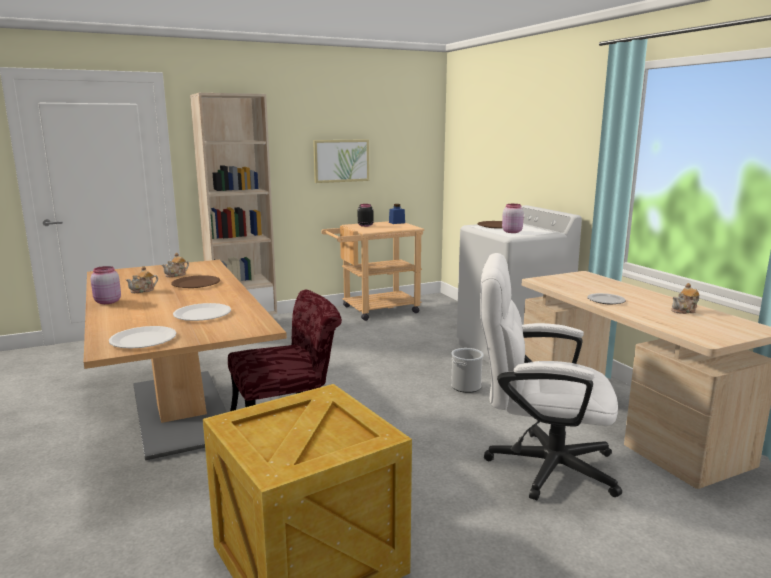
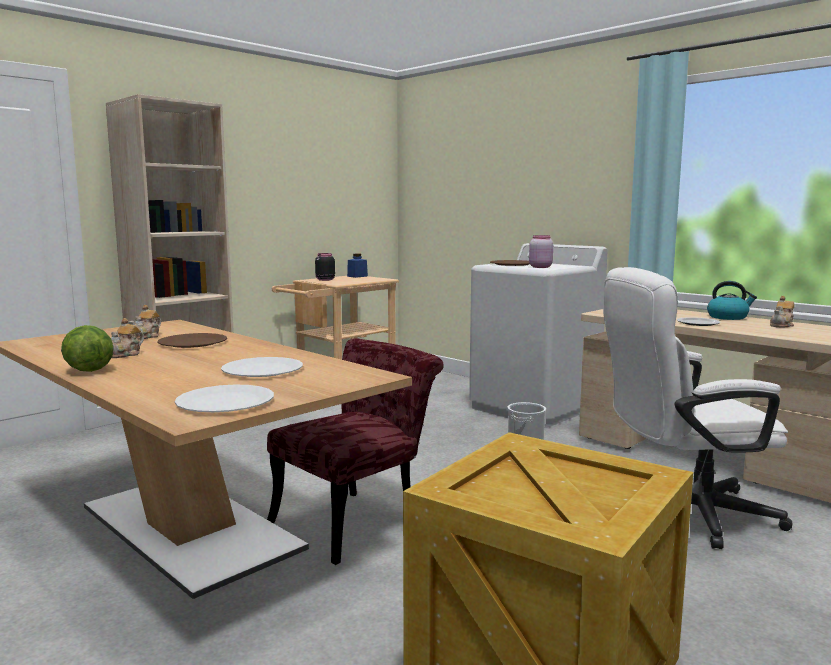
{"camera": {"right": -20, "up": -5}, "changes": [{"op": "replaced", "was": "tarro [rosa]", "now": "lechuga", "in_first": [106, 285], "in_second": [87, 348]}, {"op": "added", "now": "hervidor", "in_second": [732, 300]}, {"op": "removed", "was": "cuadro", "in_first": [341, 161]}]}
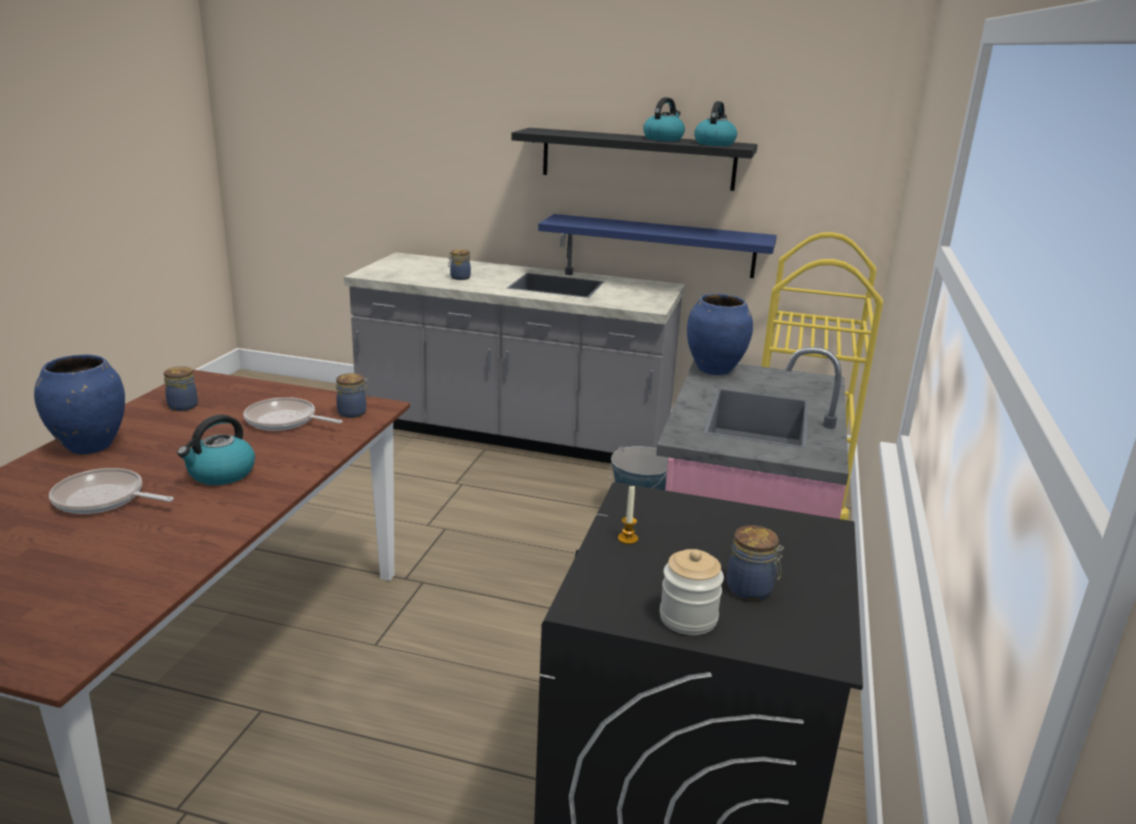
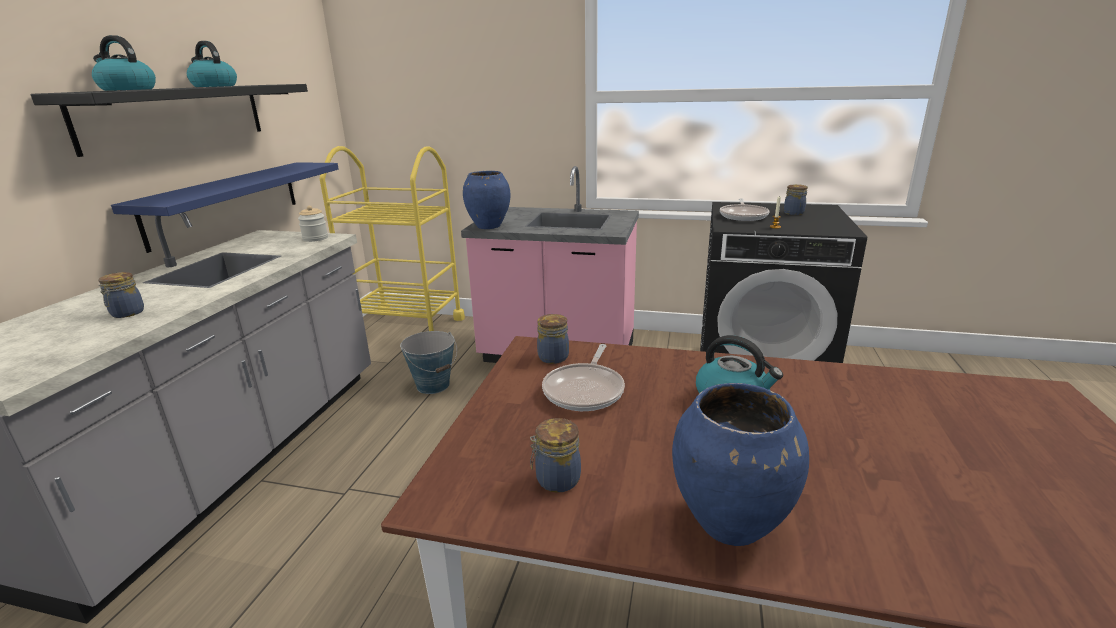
{"camera": {"right": -90, "up": 0}, "changes": [{"op": "moved", "was": "hervidor", "in_first": [715, 123], "in_second": [124, 63]}, {"op": "moved", "was": "tarro", "in_first": [692, 592], "in_second": [313, 224]}, {"op": "moved", "was": "sartén", "in_first": [111, 491], "in_second": [744, 209]}]}
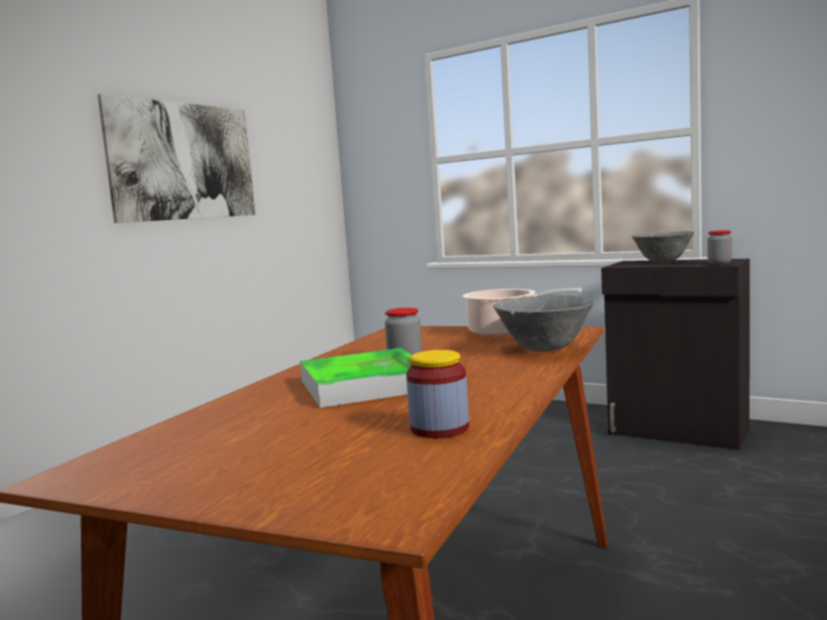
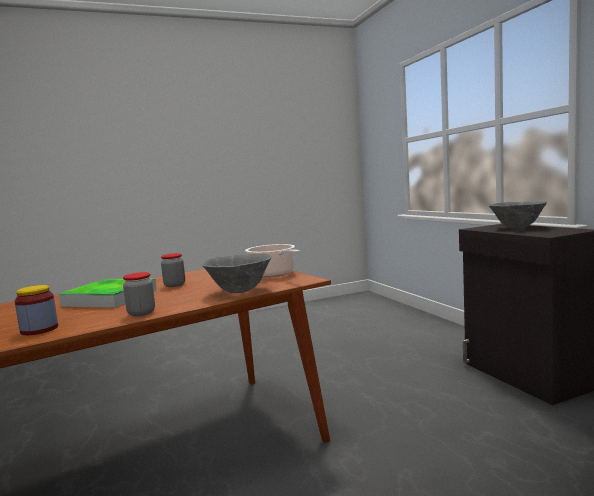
{"camera": {"right": 35, "up": 0}, "changes": [{"op": "moved", "was": "tarro", "in_first": [719, 247], "in_second": [139, 294]}, {"op": "removed", "was": "cuadro", "in_first": [176, 158]}]}
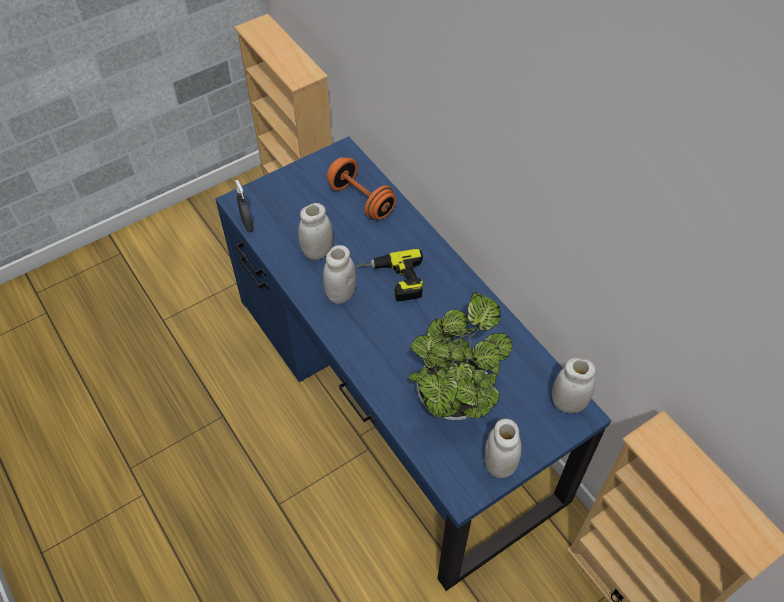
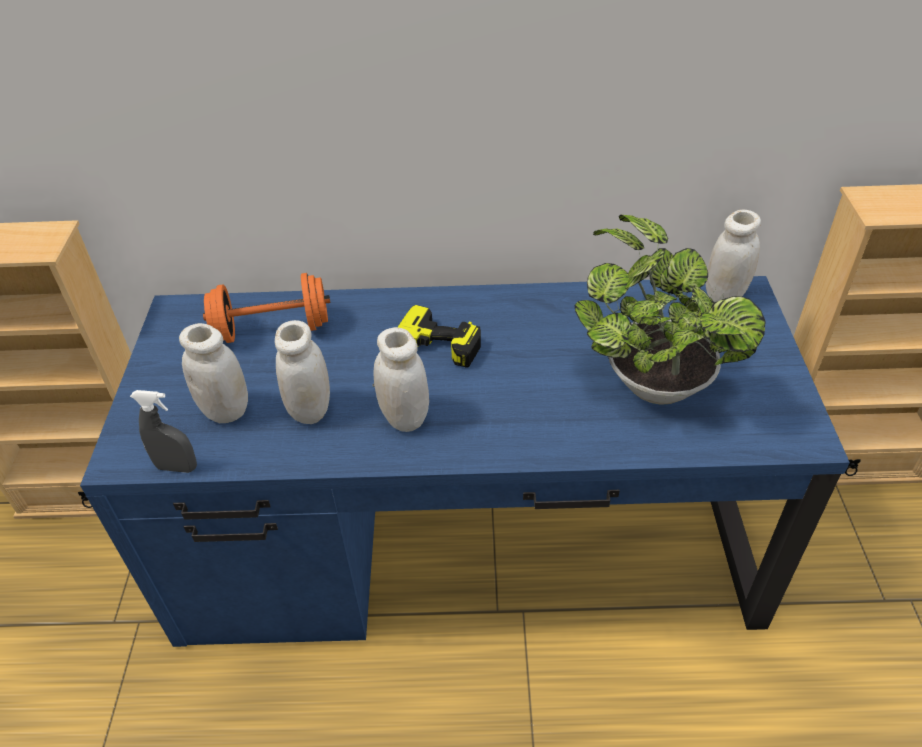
{"camera": {"right": -55, "up": -10}, "changes": [{"op": "moved", "was": "tarro [blanco]", "in_first": [503, 448], "in_second": [213, 373]}]}
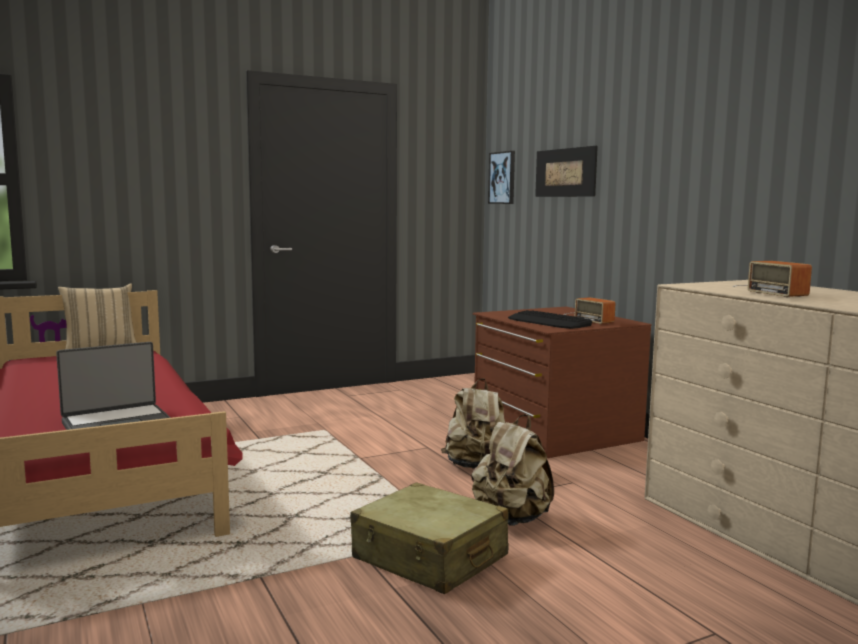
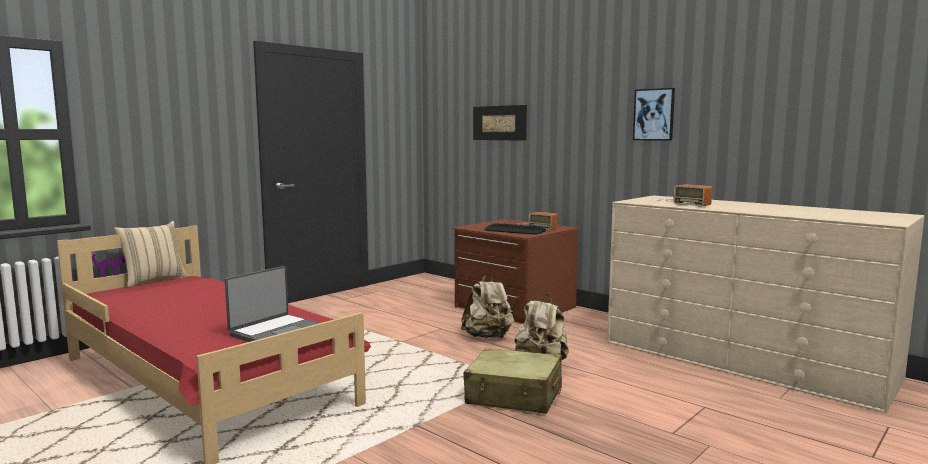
{"camera": {"right": -20, "up": 0}, "changes": [{"op": "moved", "was": "cuadro", "in_first": [501, 177], "in_second": [654, 114]}]}
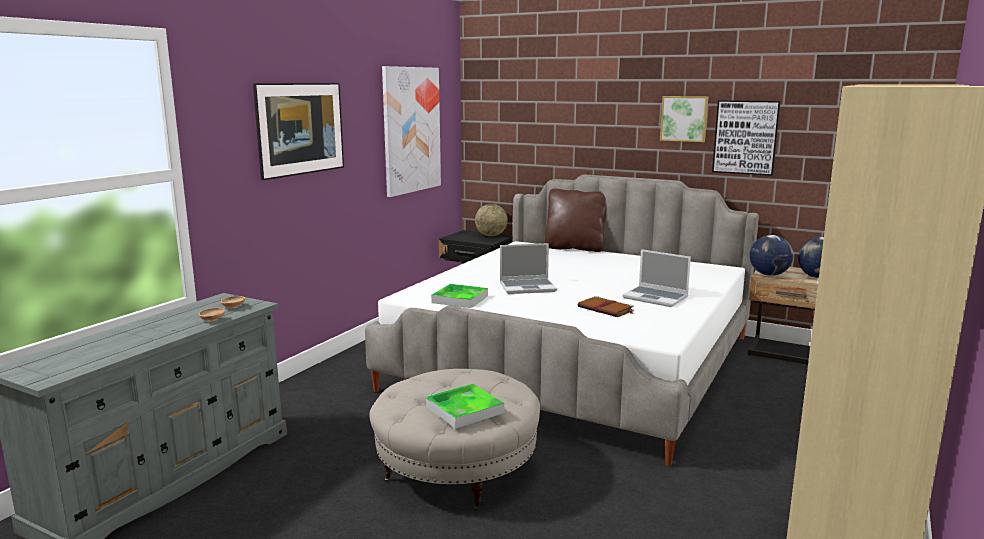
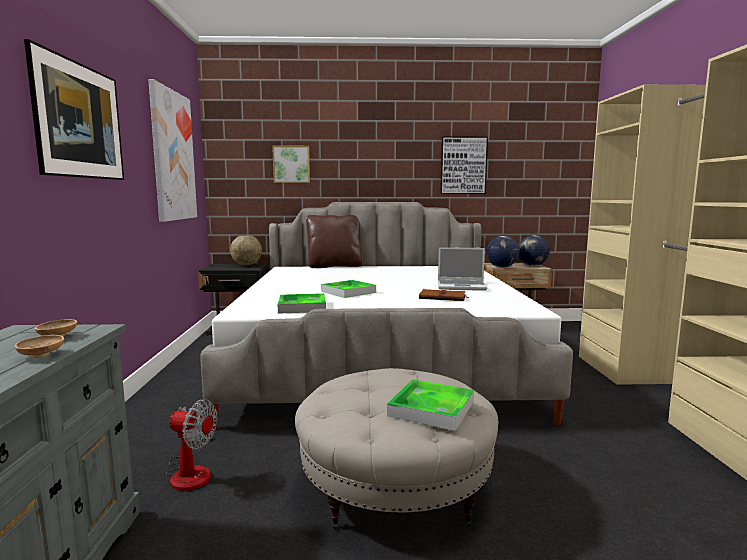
{"camera": {"right": -30, "up": -5}, "changes": [{"op": "added", "now": "ventilador", "in_second": [191, 445]}, {"op": "moved", "was": "cuadro", "in_first": [684, 119], "in_second": [291, 164]}, {"op": "replaced", "was": "portátil", "now": "bandeja", "in_first": [528, 268], "in_second": [348, 289]}]}
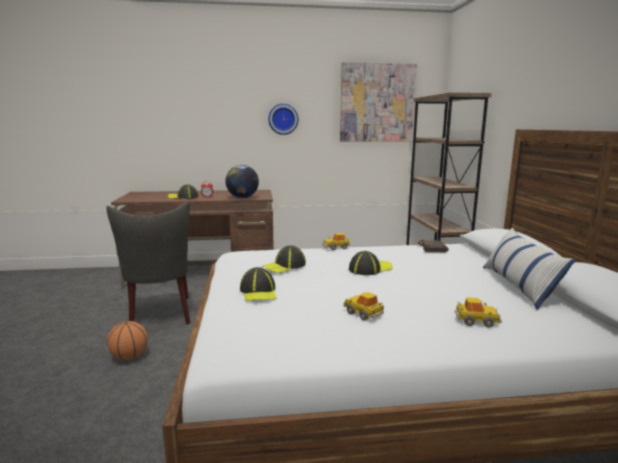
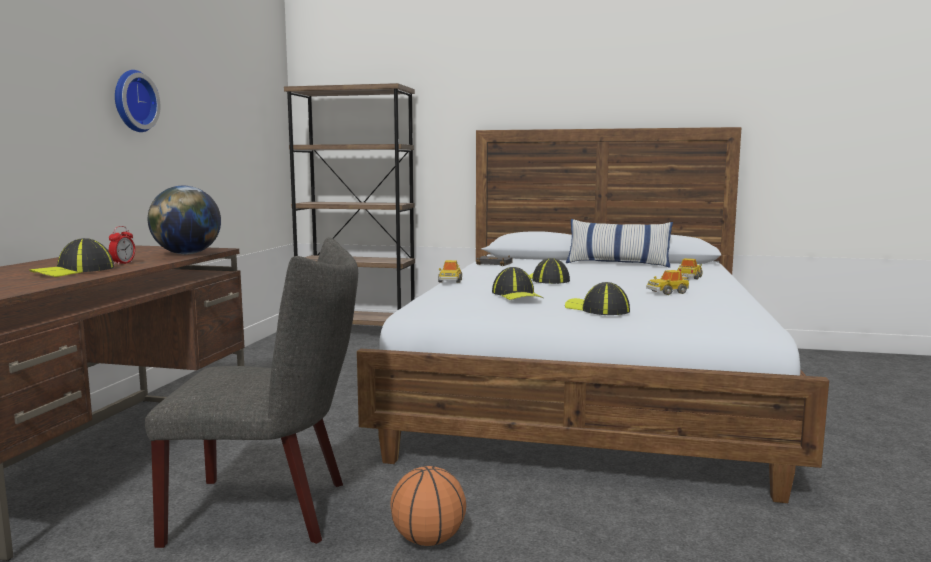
{"camera": {"right": -70, "up": -5}, "changes": [{"op": "turned", "was": "gorra", "in_first": [258, 284], "in_second": [597, 298], "clockwise": -135}, {"op": "removed", "was": "cuadro", "in_first": [378, 102]}]}
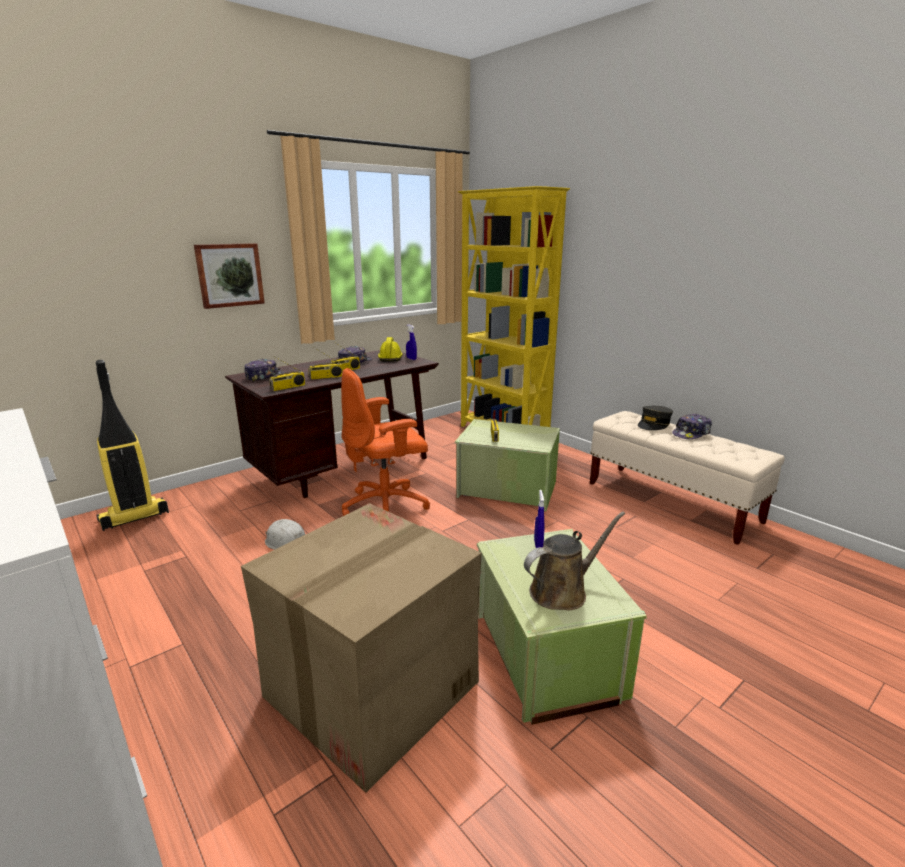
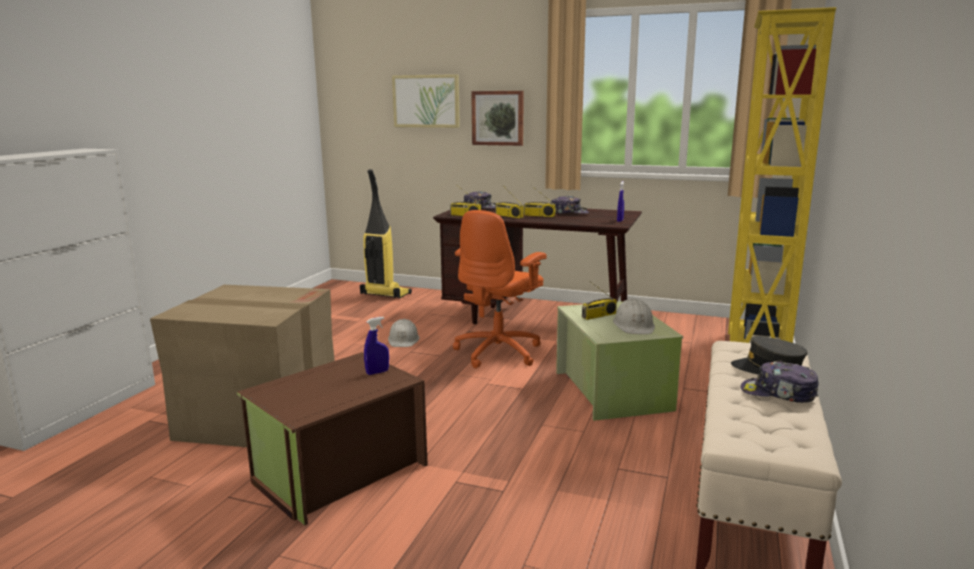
{"camera": {"right": 60, "up": -5}, "changes": [{"op": "recoloured", "was": "caja de almacenaje [verde]", "now": "caja de almacenaje [marrón]", "in_first": [562, 627], "in_second": [332, 438]}, {"op": "added", "now": "cuadro", "in_second": [426, 101]}, {"op": "turned", "was": "silla de oficina [naranja]", "in_first": [385, 442], "in_second": [500, 289], "clockwise": -90}, {"op": "added", "now": "casco [blanco]", "in_second": [634, 316]}, {"op": "removed", "was": "casco [amarillo]", "in_first": [390, 349]}, {"op": "removed", "was": "regadera [marrón]", "in_first": [574, 561]}]}
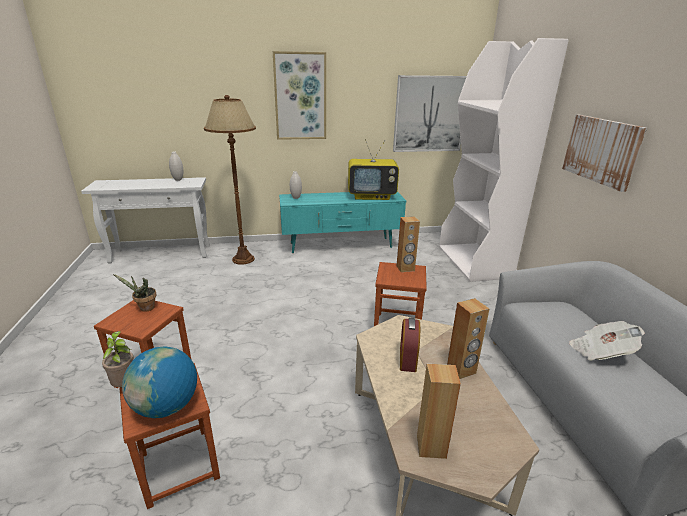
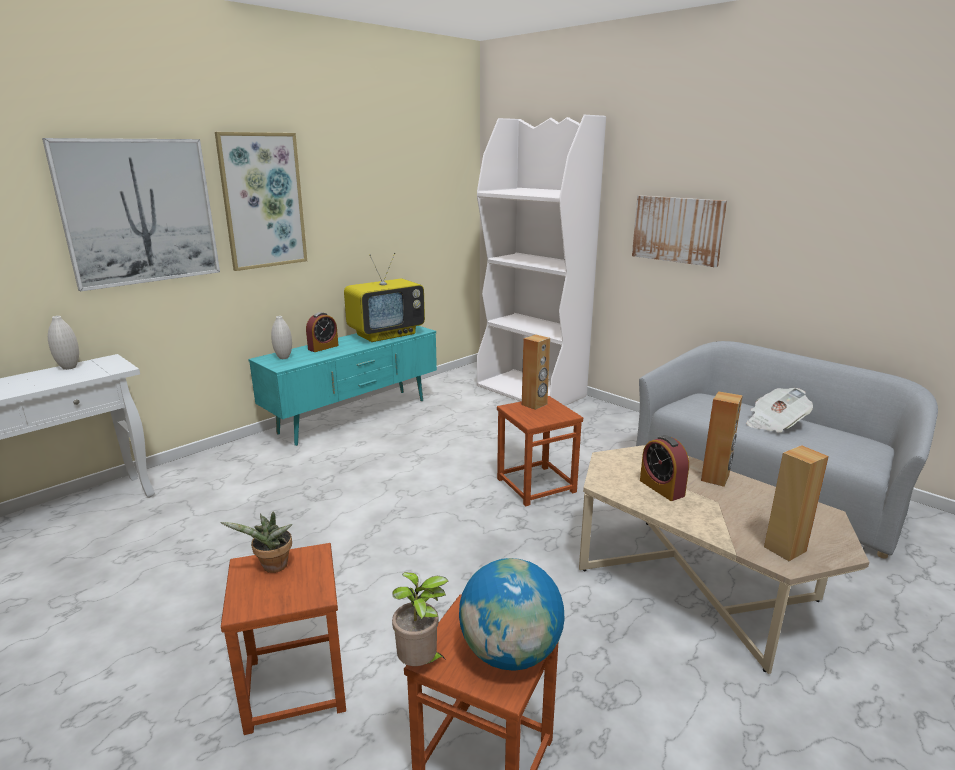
{"camera": {"right": -35, "up": -5}, "changes": [{"op": "moved", "was": "cuadro", "in_first": [430, 113], "in_second": [131, 214]}, {"op": "added", "now": "despertador", "in_second": [322, 332]}, {"op": "removed", "was": "lámpara de pie [marrón]", "in_first": [230, 180]}]}
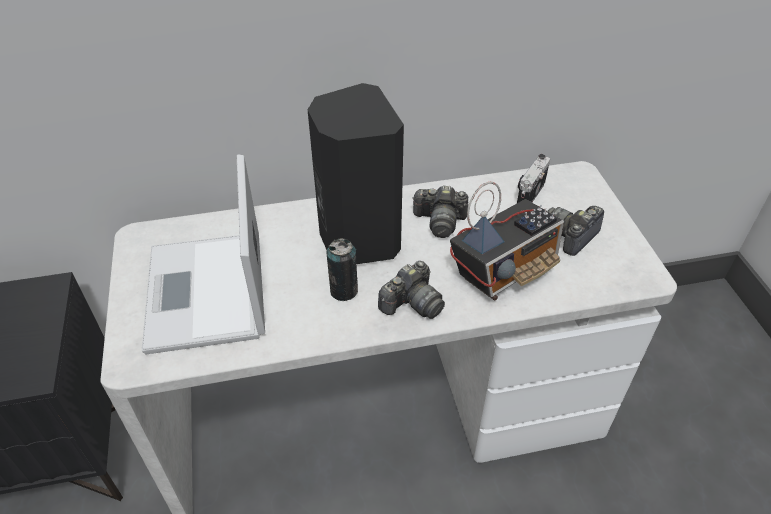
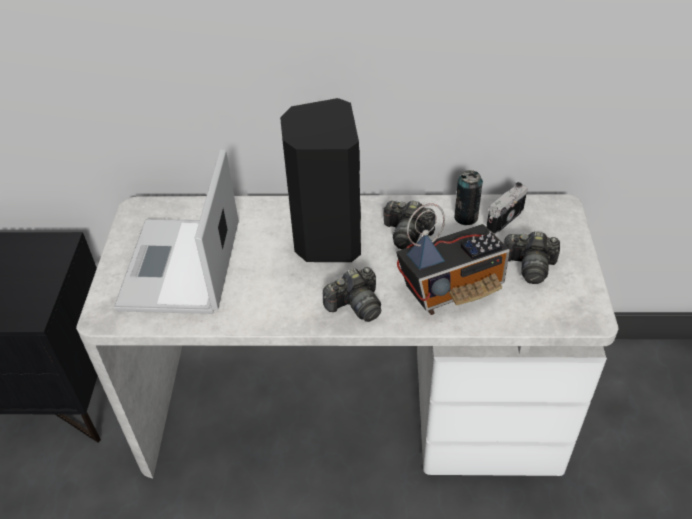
{"camera": {"right": 15, "up": 0}, "changes": [{"op": "moved", "was": "lata", "in_first": [342, 269], "in_second": [468, 197]}, {"op": "turned", "was": "cámara", "in_first": [576, 231], "in_second": [531, 257], "clockwise": -135}]}
